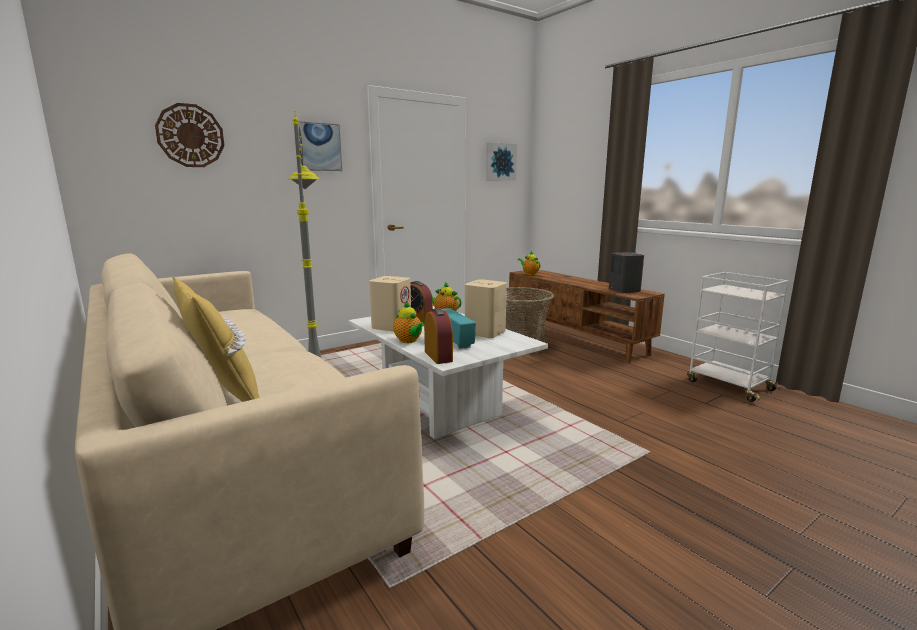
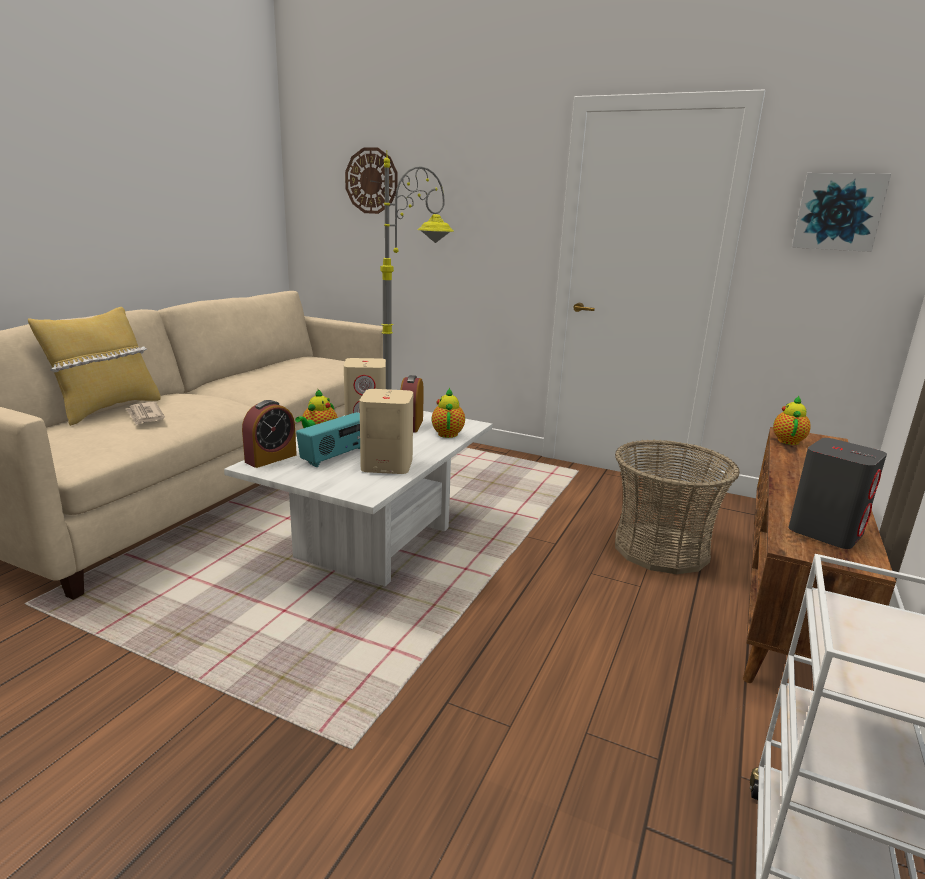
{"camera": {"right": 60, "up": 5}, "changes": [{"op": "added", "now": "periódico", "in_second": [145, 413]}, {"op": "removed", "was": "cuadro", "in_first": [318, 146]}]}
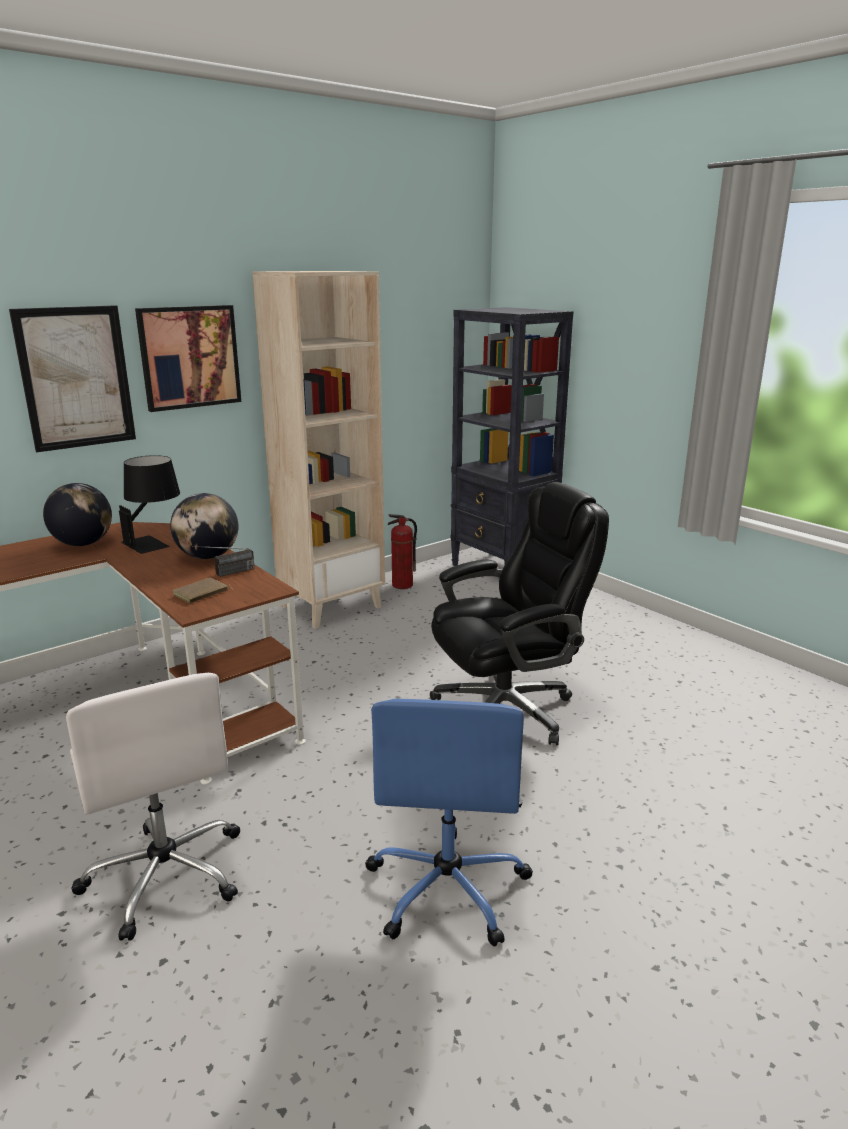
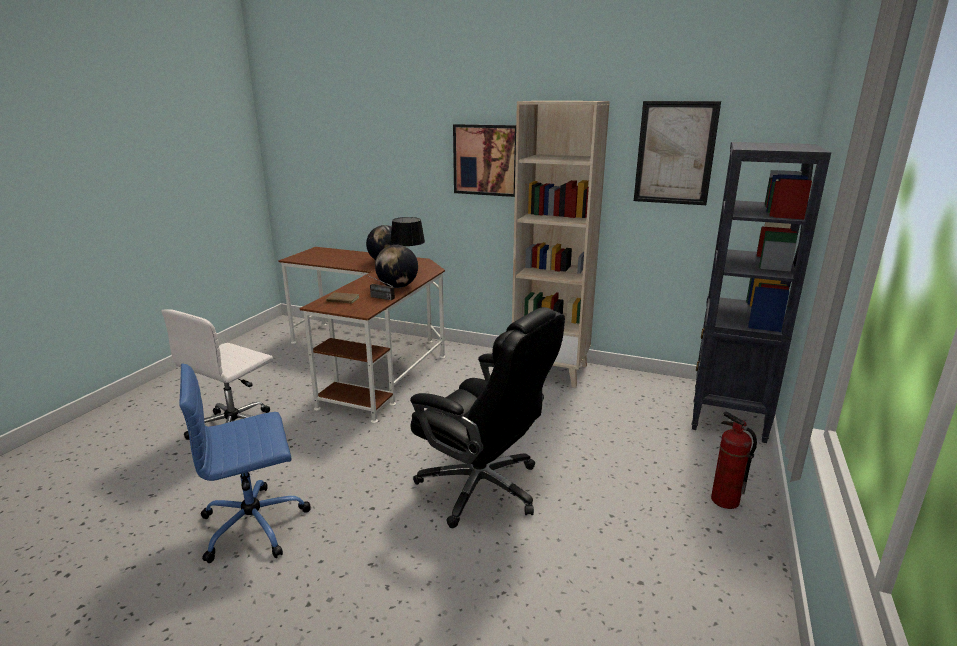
{"camera": {"right": 60, "up": 0}, "changes": [{"op": "moved", "was": "cuadro", "in_first": [72, 378], "in_second": [677, 153]}, {"op": "moved", "was": "extintor", "in_first": [402, 551], "in_second": [734, 460]}]}
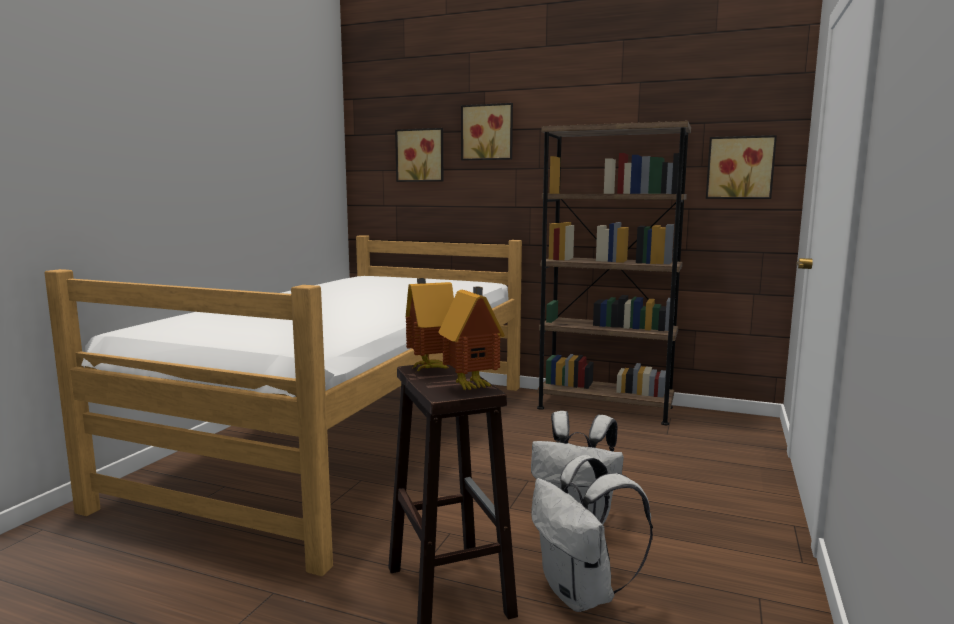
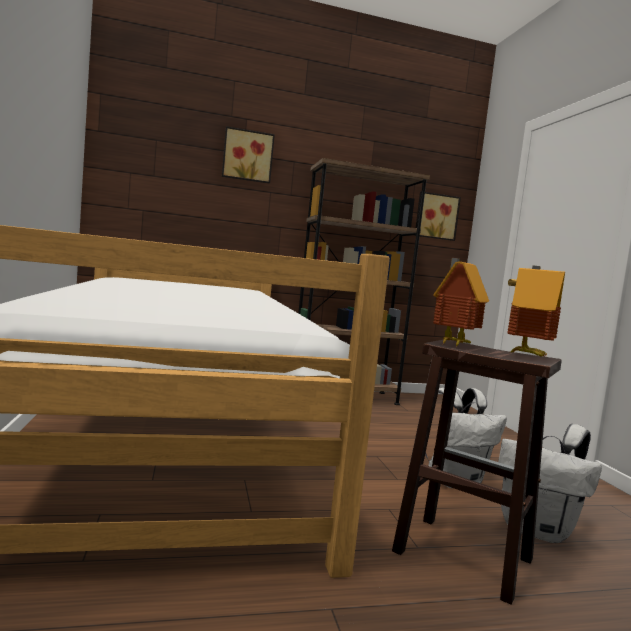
{"camera": {"right": -35, "up": -5}, "changes": [{"op": "removed", "was": "cuadro", "in_first": [419, 155]}]}
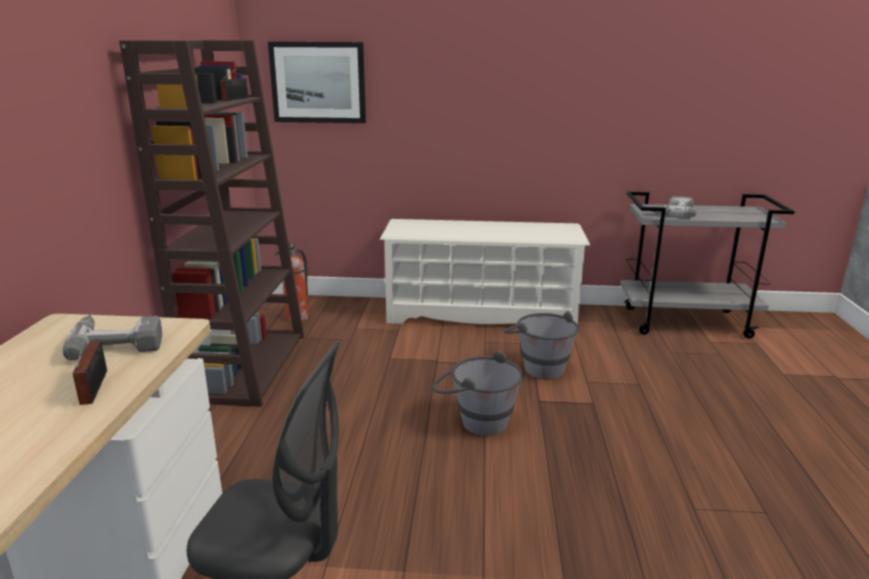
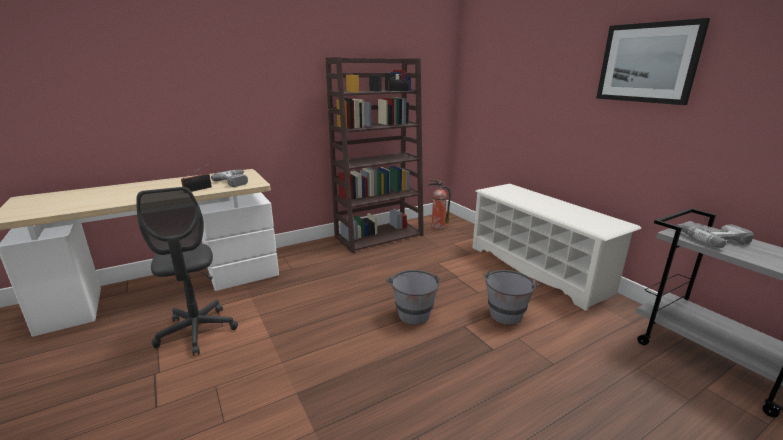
{"camera": {"right": 55, "up": 0}, "changes": [{"op": "moved", "was": "cuadro", "in_first": [317, 82], "in_second": [653, 61]}]}
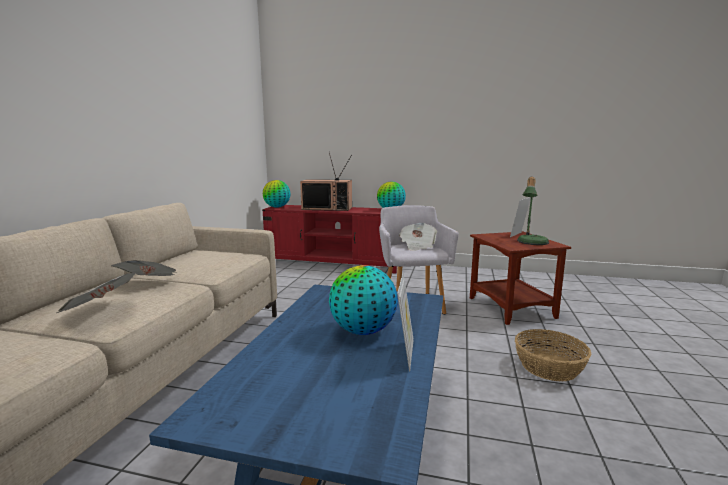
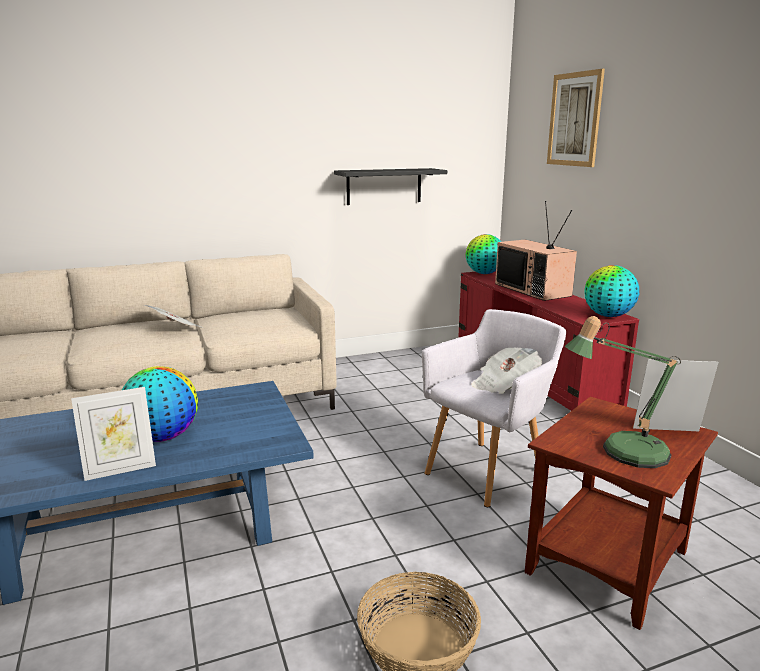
{"camera": {"right": 55, "up": 5}, "changes": [{"op": "added", "now": "estante [negro]", "in_second": [390, 186]}, {"op": "added", "now": "cuadro", "in_second": [576, 118]}, {"op": "removed", "was": "periódico", "in_first": [96, 293]}]}
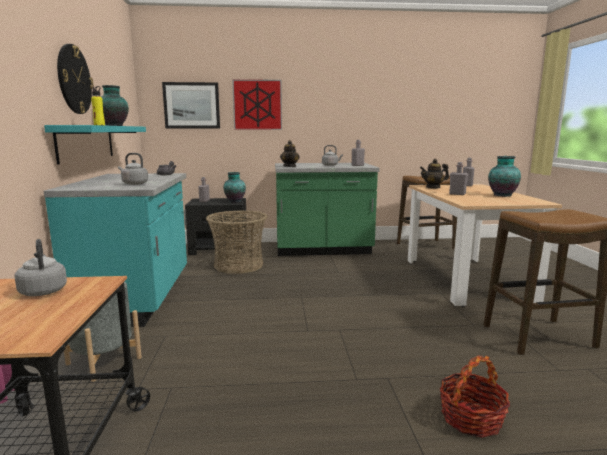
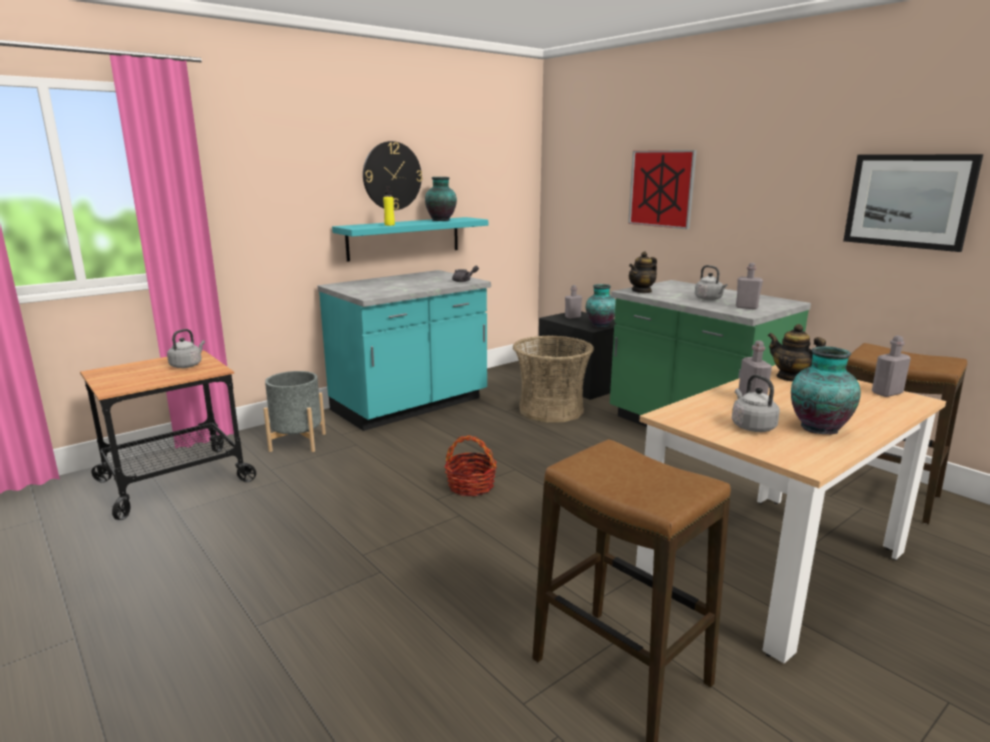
{"camera": {"right": 55, "up": 5}, "changes": [{"op": "moved", "was": "cesta", "in_first": [475, 396], "in_second": [470, 465]}, {"op": "moved", "was": "hervidor [gris]", "in_first": [133, 169], "in_second": [756, 403]}, {"op": "moved", "was": "cuadro", "in_first": [191, 105], "in_second": [913, 203]}]}
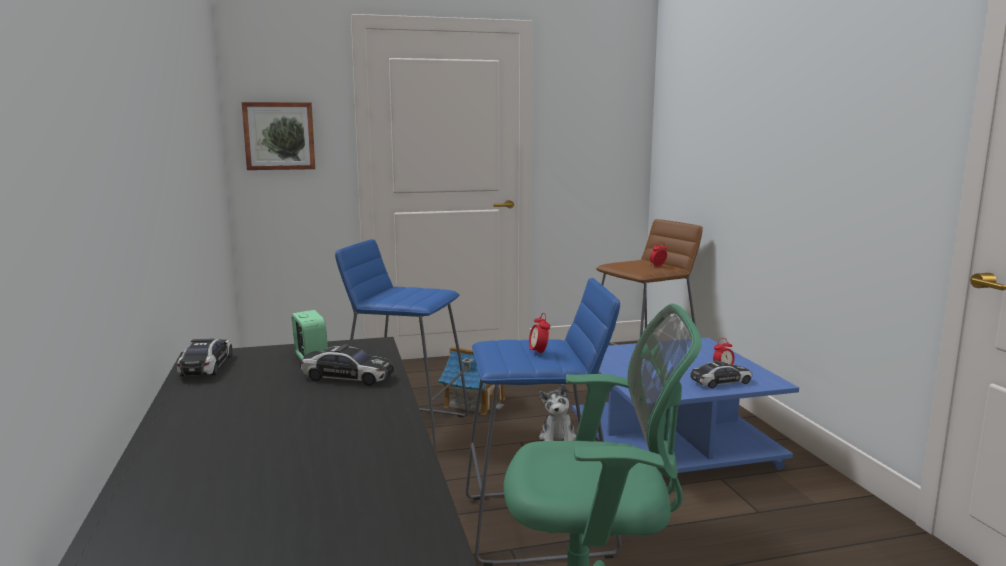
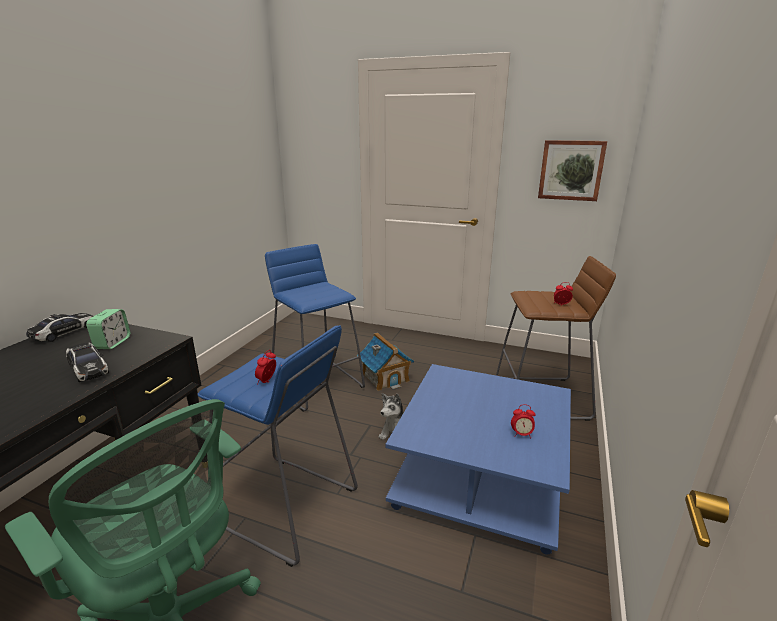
{"camera": {"right": 35, "up": 10}, "changes": [{"op": "moved", "was": "cuadro", "in_first": [278, 136], "in_second": [572, 170]}, {"op": "removed", "was": "coche de juguete", "in_first": [721, 374]}]}
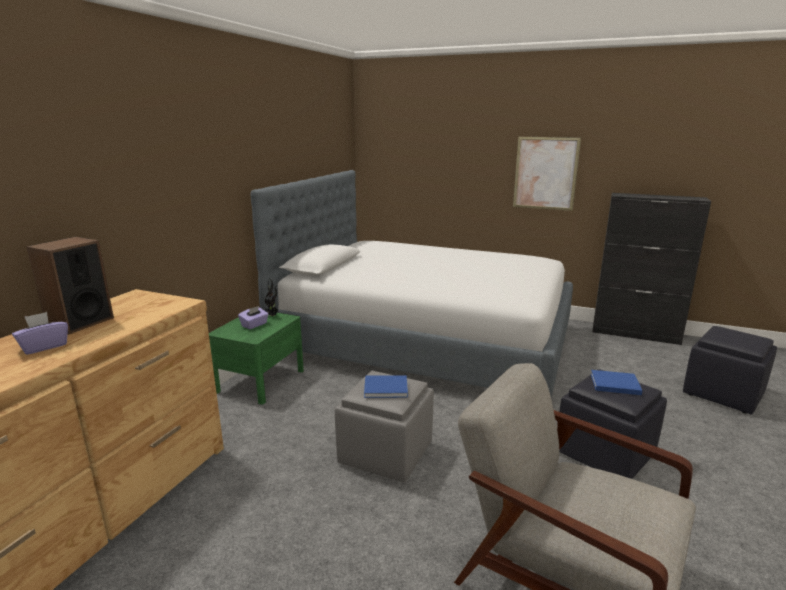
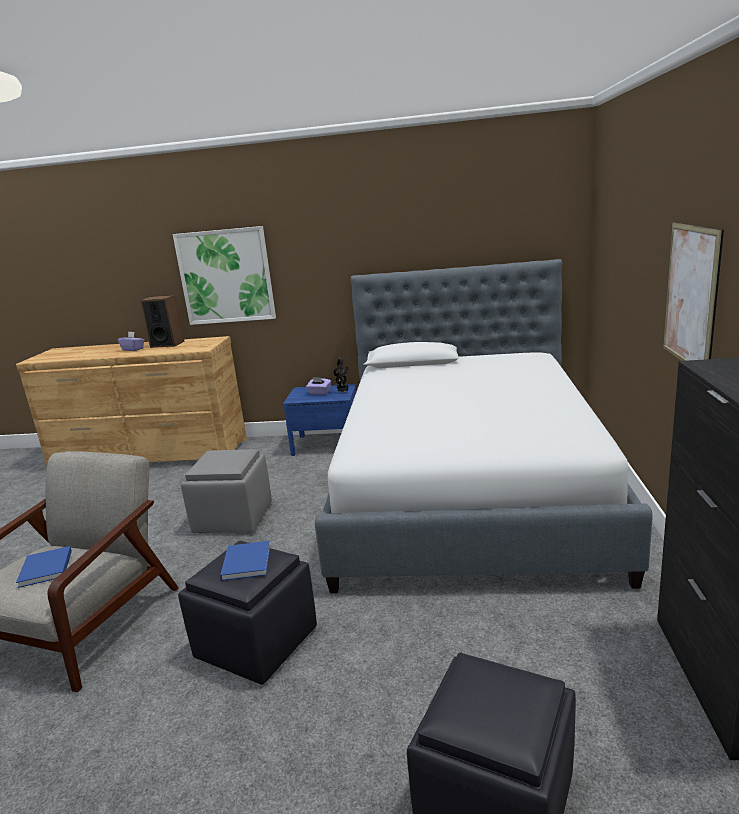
{"camera": {"right": 75, "up": 0}, "changes": [{"op": "moved", "was": "libro [azul]", "in_first": [386, 386], "in_second": [44, 567]}, {"op": "added", "now": "cuadro", "in_second": [224, 275]}, {"op": "recoloured", "was": "mesita de noche [verde]", "now": "mesita de noche [azul]", "in_first": [256, 358], "in_second": [320, 420]}]}
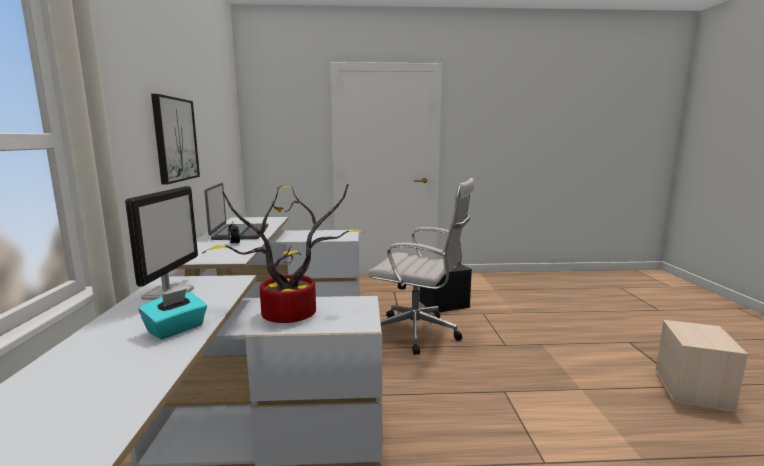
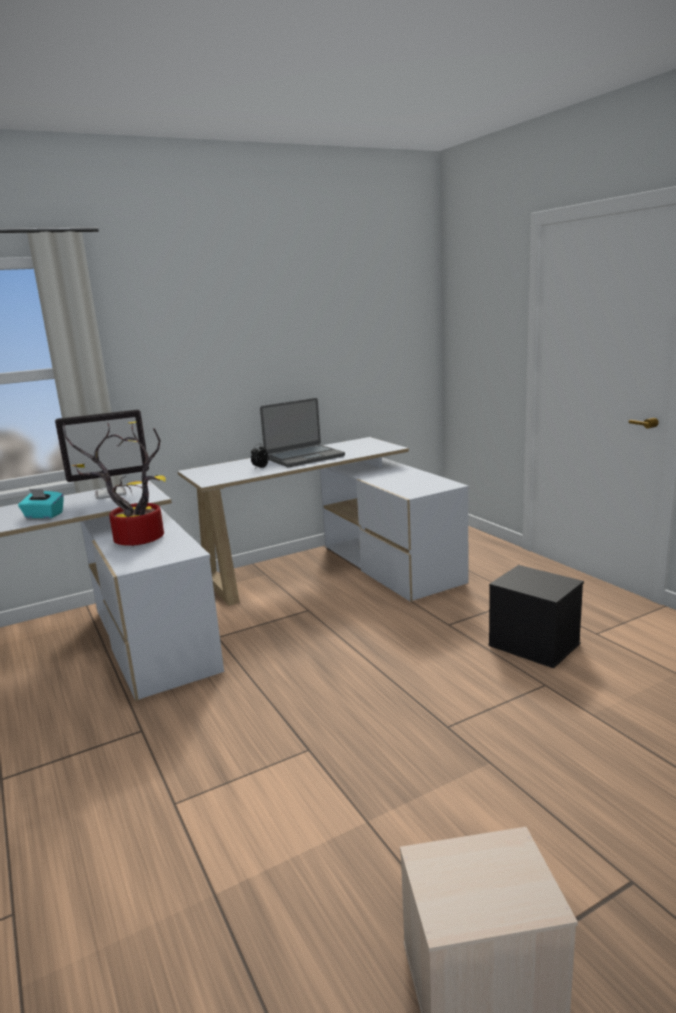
{"camera": {"right": 65, "up": 5}, "changes": [{"op": "removed", "was": "cuadro", "in_first": [175, 139]}, {"op": "removed", "was": "silla de oficina [blanco]", "in_first": [420, 266]}]}
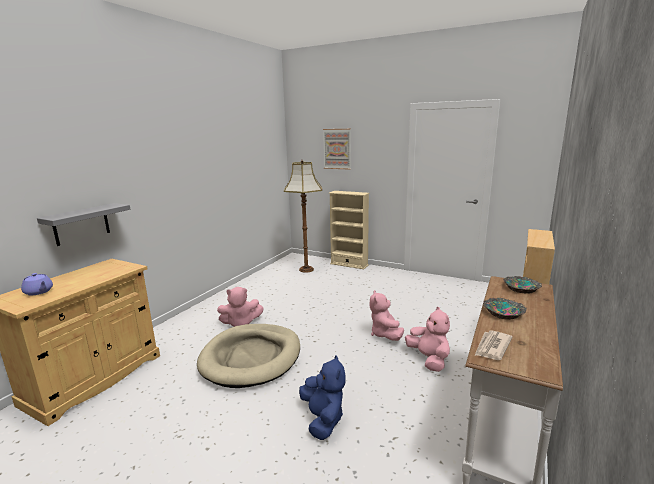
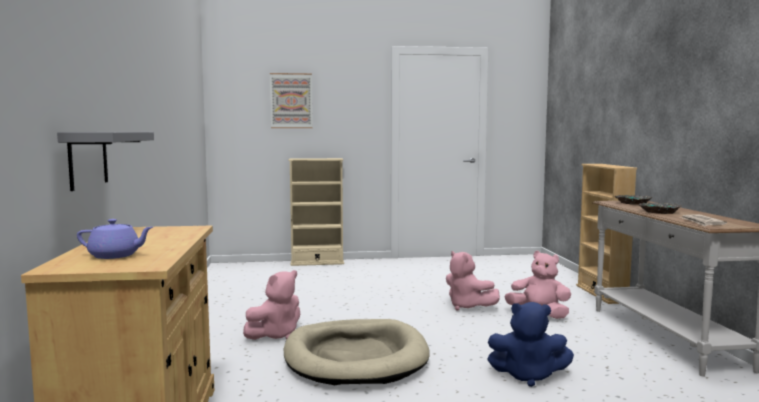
{"camera": {"right": -35, "up": -10}, "changes": [{"op": "turned", "was": "peluche [azul]", "in_first": [322, 397], "in_second": [530, 344], "clockwise": 150}, {"op": "removed", "was": "lámpara de pie", "in_first": [303, 216]}]}
